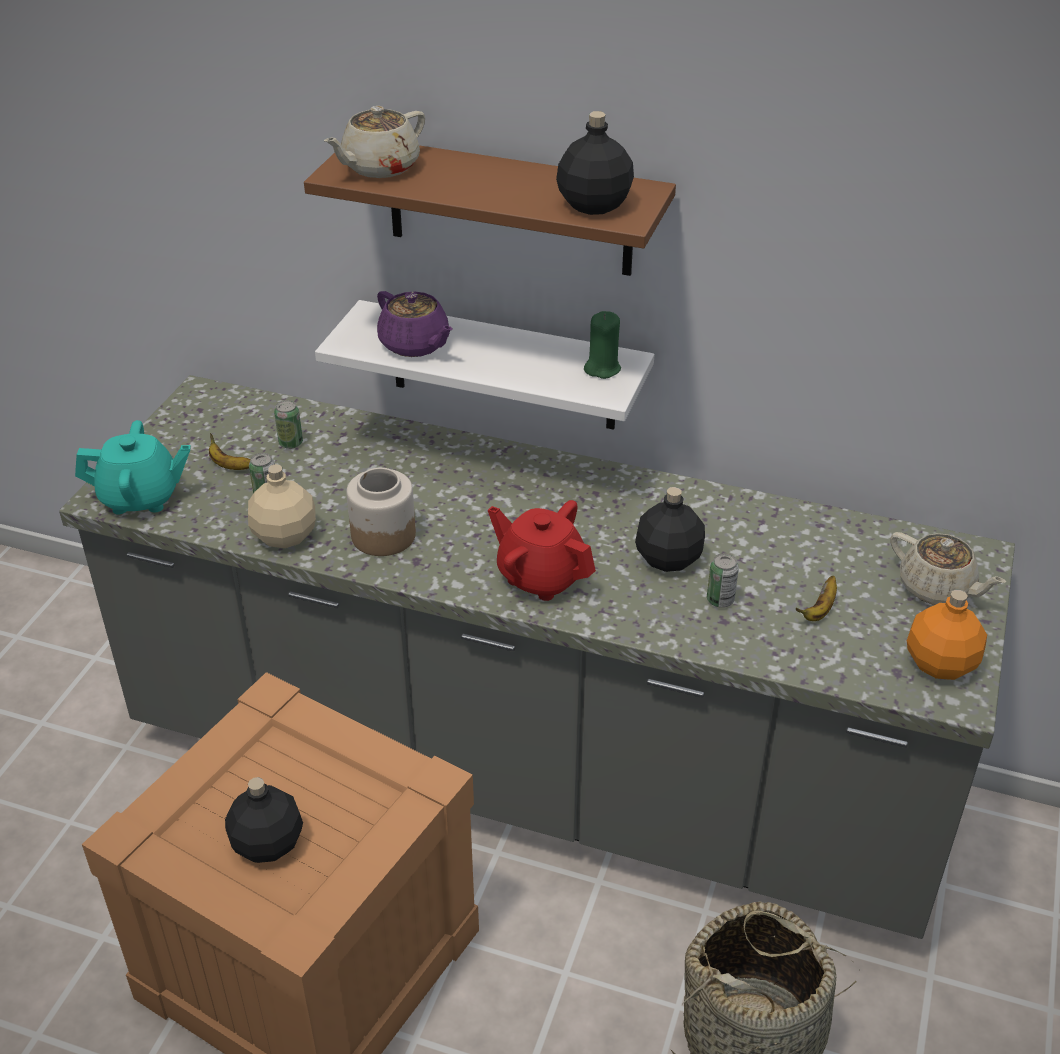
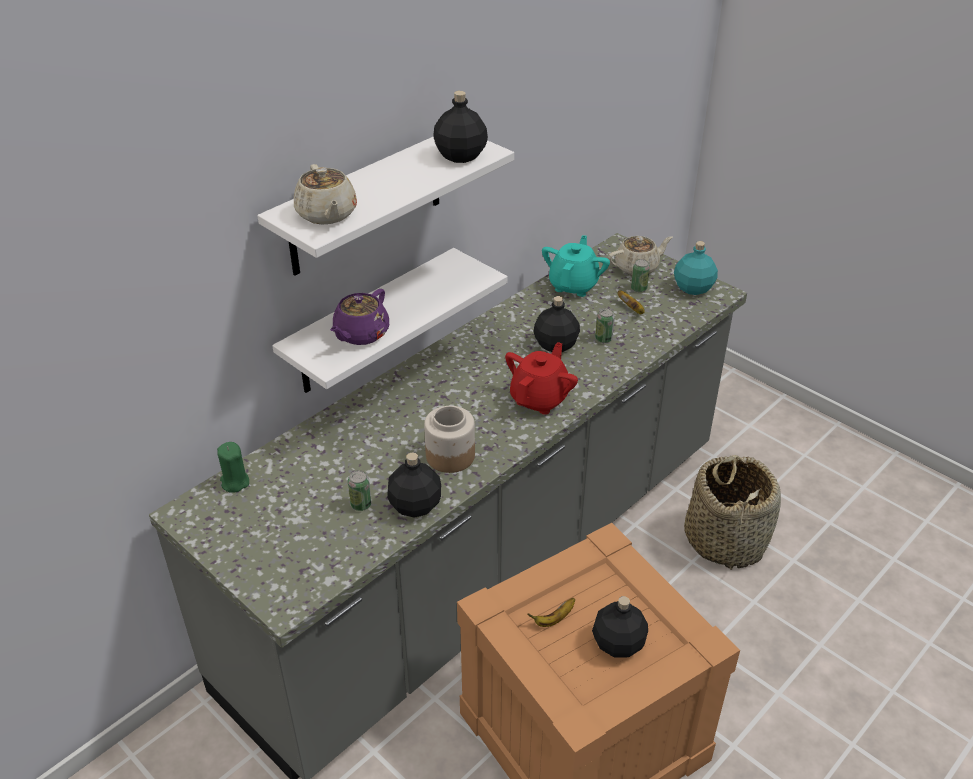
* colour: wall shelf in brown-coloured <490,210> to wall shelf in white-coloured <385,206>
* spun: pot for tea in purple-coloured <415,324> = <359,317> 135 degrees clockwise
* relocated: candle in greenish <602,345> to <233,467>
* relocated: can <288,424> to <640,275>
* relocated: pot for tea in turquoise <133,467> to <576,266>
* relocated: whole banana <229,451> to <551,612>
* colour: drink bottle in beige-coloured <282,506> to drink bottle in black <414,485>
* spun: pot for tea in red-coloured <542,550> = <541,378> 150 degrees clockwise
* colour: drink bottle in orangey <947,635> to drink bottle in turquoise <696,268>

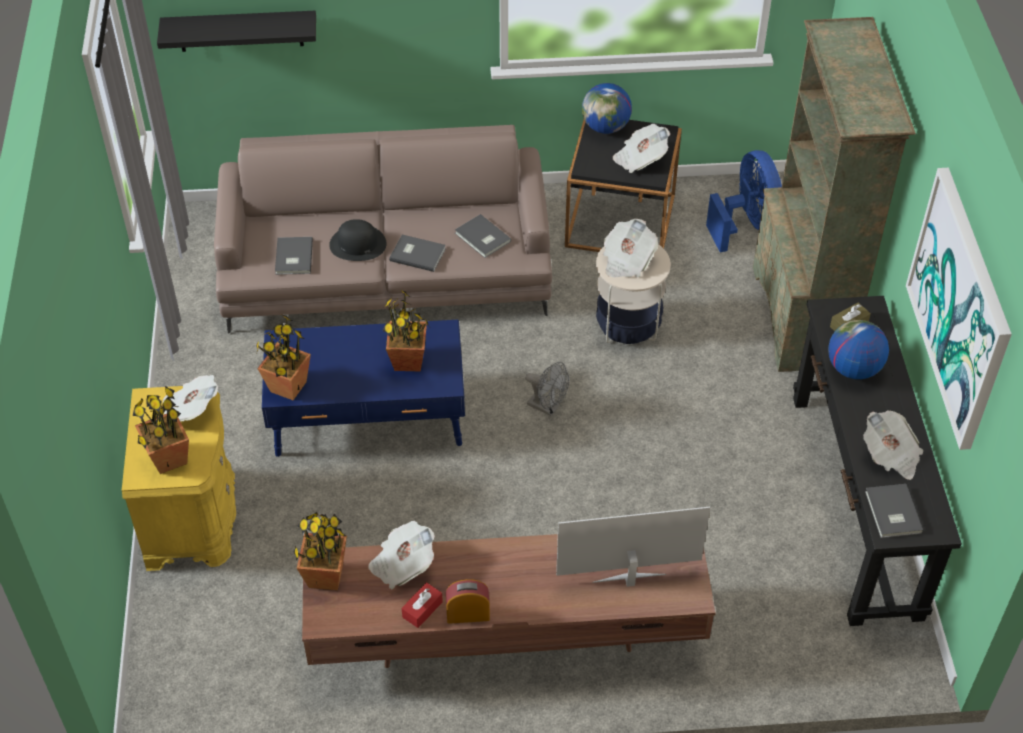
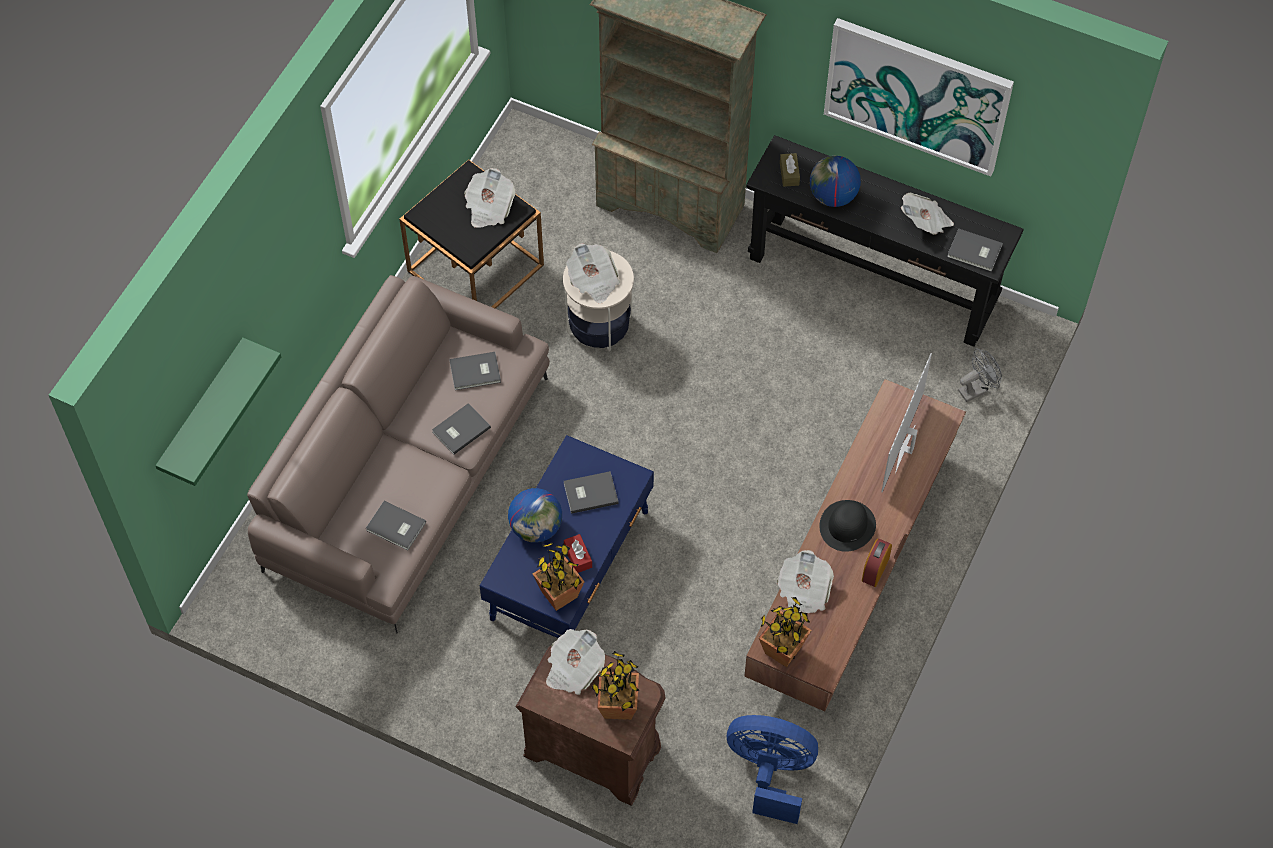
* colour: wall shelf in black <236,31> to wall shelf in greenish <218,412>
* relocated: globe <607,108> to <535,515>
* relocated: fan in blue <744,201> to <772,769>
* relocated: hat in black <358,240> to <847,526>
* exchanged: plant in a pot <405,331> to volume in greyish <591,492>
* relocated: fan in greyish <547,389> to <980,375>
* colour: night table in yellow <179,478> to night table in brown-coloured <591,725>
* relocated: box of tissues in red-coloured <422,605> to <578,553>

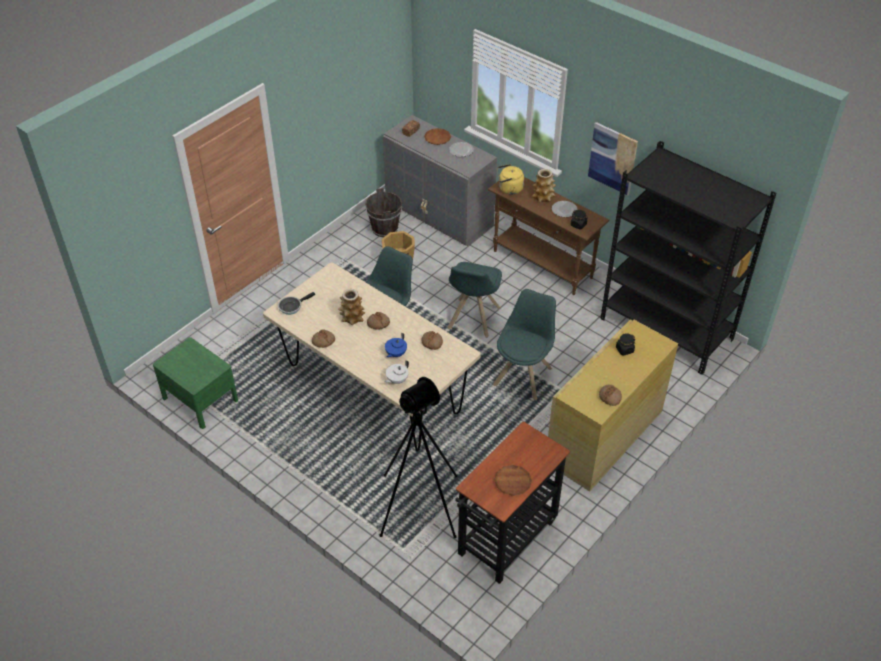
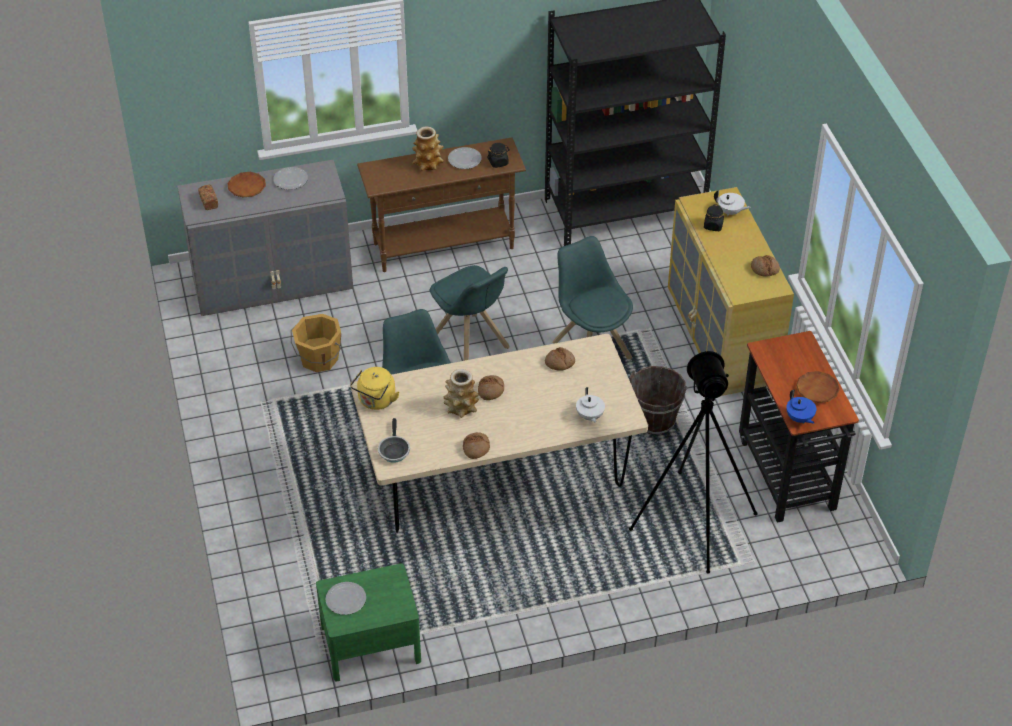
* missing: wall picture <613,158>
* relocated: kettle in yellow <510,179> to <375,388>
* relocated: bucket in brown-coloured <383,212> to <658,400>
* relocated: pot for tea in blue <396,345> to <801,407>
* appeared: pot for tea in white-coloured <732,203>
* appeared: dinner plate <346,598>

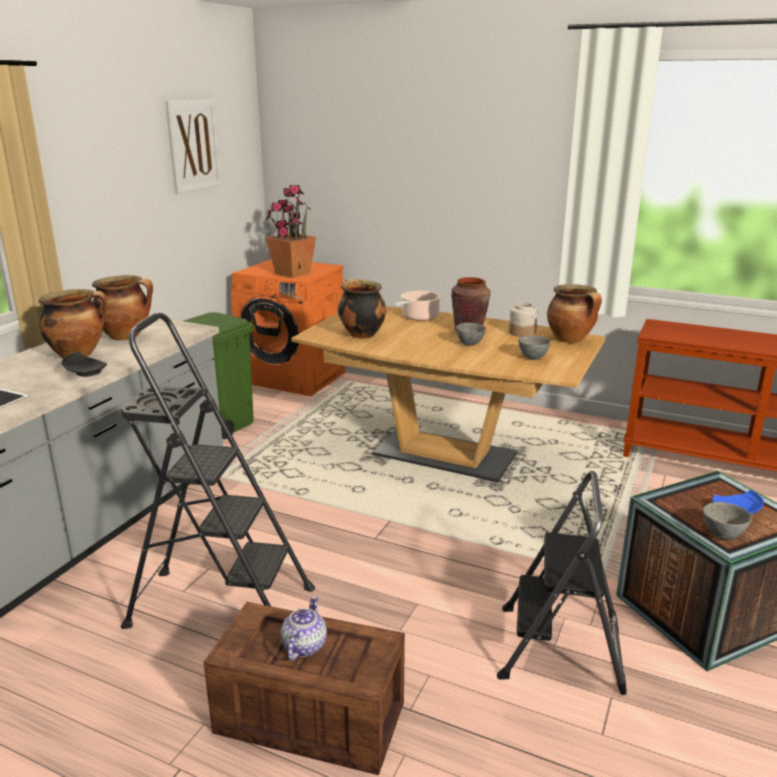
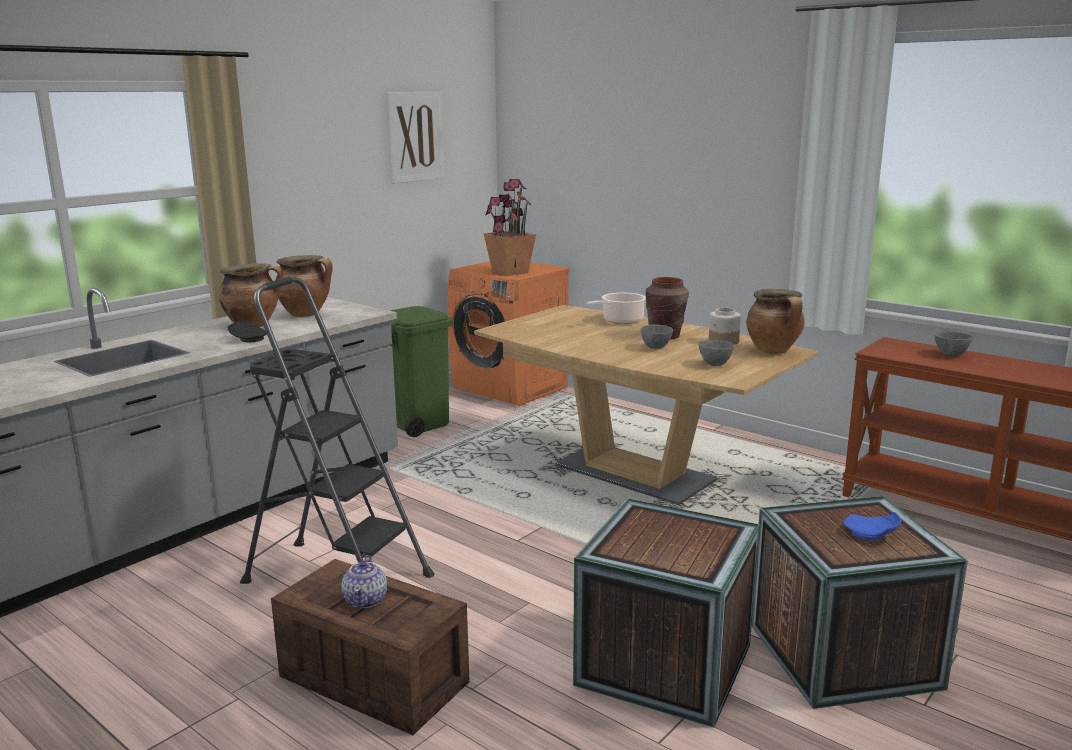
* missing: stockpot <362,309>
* exchanged: step ladder in black <561,583> to shipping crate <666,612>
* relocated: deep dish in greyish <727,521> to <953,344>
* spun: pot for tea <304,628> = <364,581> 150 degrees clockwise

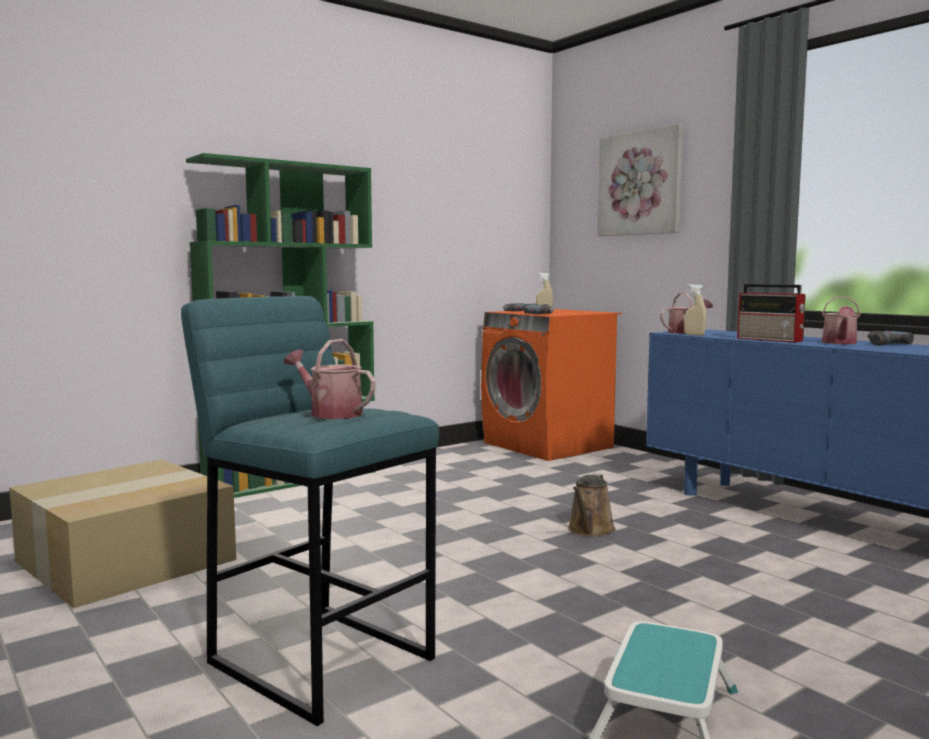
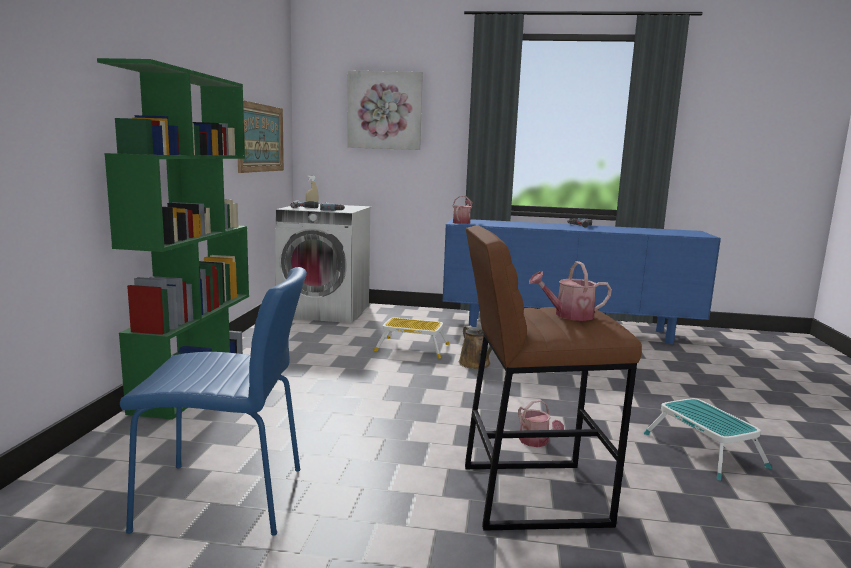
* missing: spray bottle in beige-coloured <695,310>
* missing: radio receiver <772,313>
* colour: stool seat in turquoise <310,511> to stool seat in brown-coloured <553,378>
* relocated: watering can <841,320> to <541,423>
* colour: washing machine in orangey <551,385> to washing machine in white-coloured <323,263>
* exchanged: cardboard box <122,534> to plain chair in blue <213,401>
* appeared: wall picture <261,136>
* appeared: step ladder in yellow <412,337>

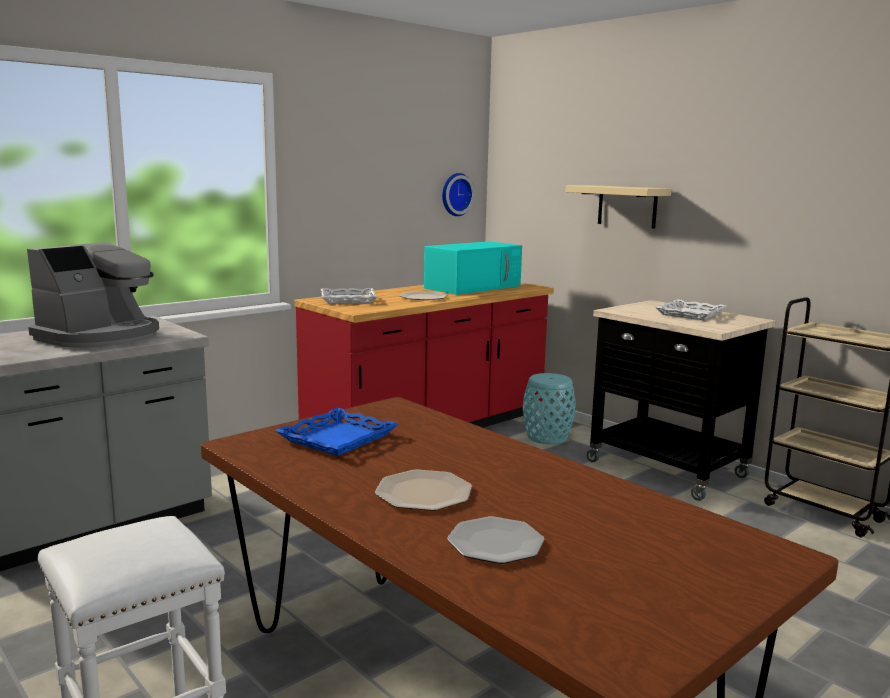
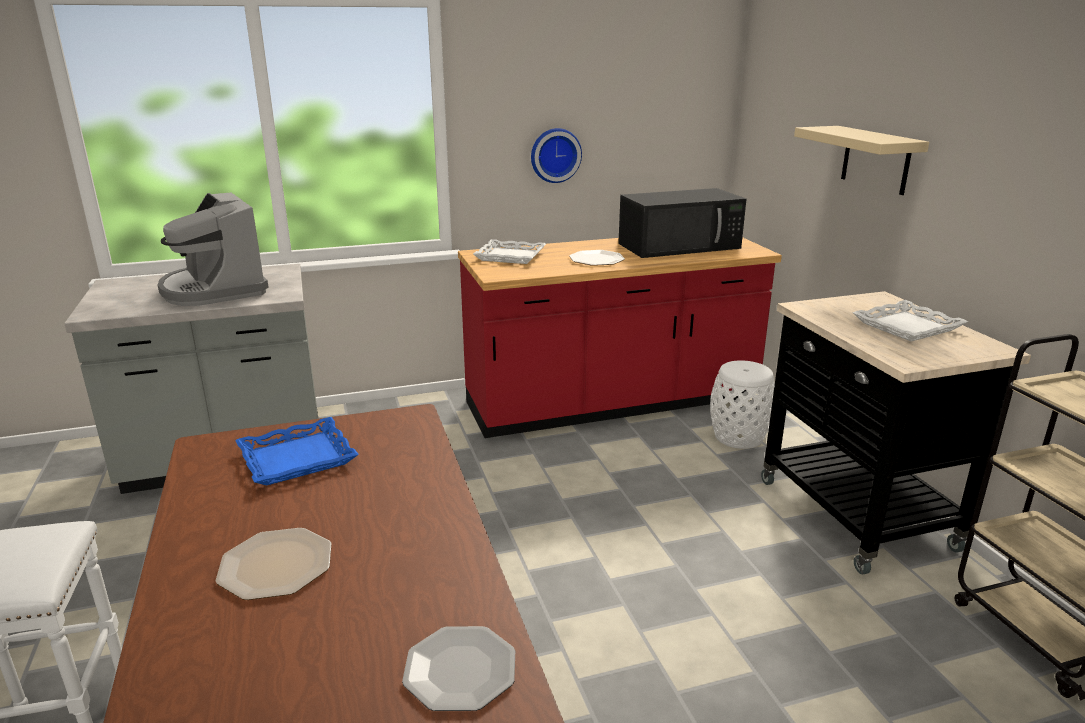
* relocated: clock on the wall <458,194> to <556,155>
* colour: microwave in turquoise <473,268> to microwave in black <682,223>
* spun: coffee maker <93,295> = <212,249> 90 degrees clockwise
* colour: stool seat in turquoise <549,408> to stool seat in white-coloured <742,404>
* relocated: dinner plate <496,540> to <458,668>

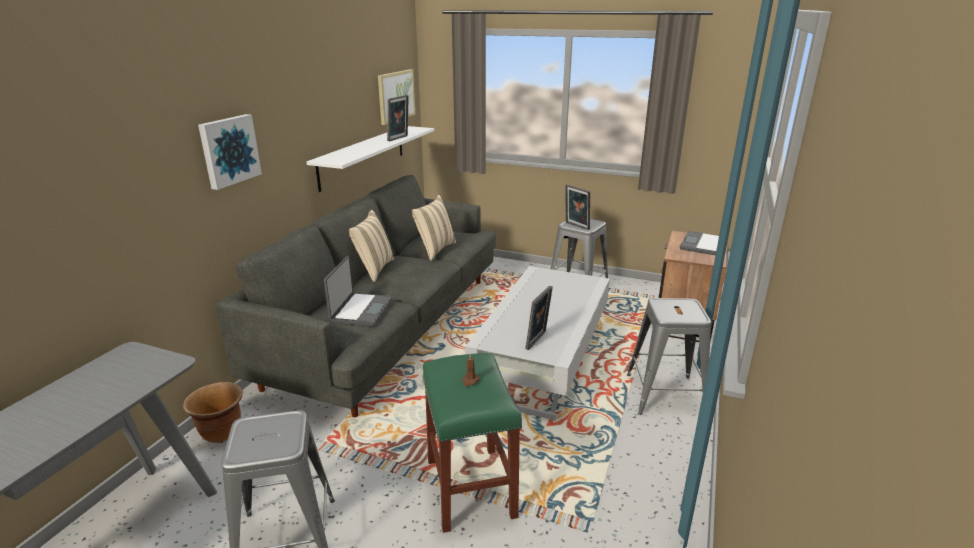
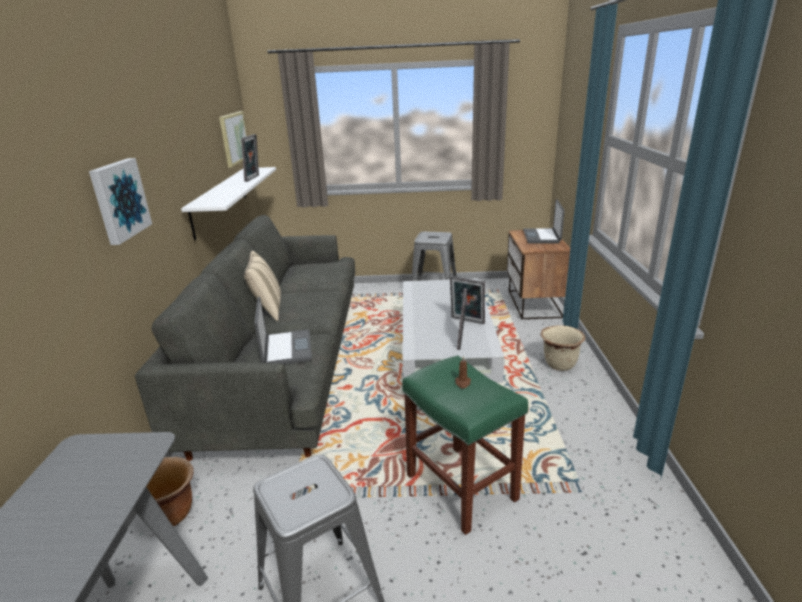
* relocated: picture frame <577,207> to <467,300>
* missing: throw pillow in beige-coloured <434,228>
* exchanged: stool seat in greyish <669,356> to plant pot in beige-coloured <563,348>

